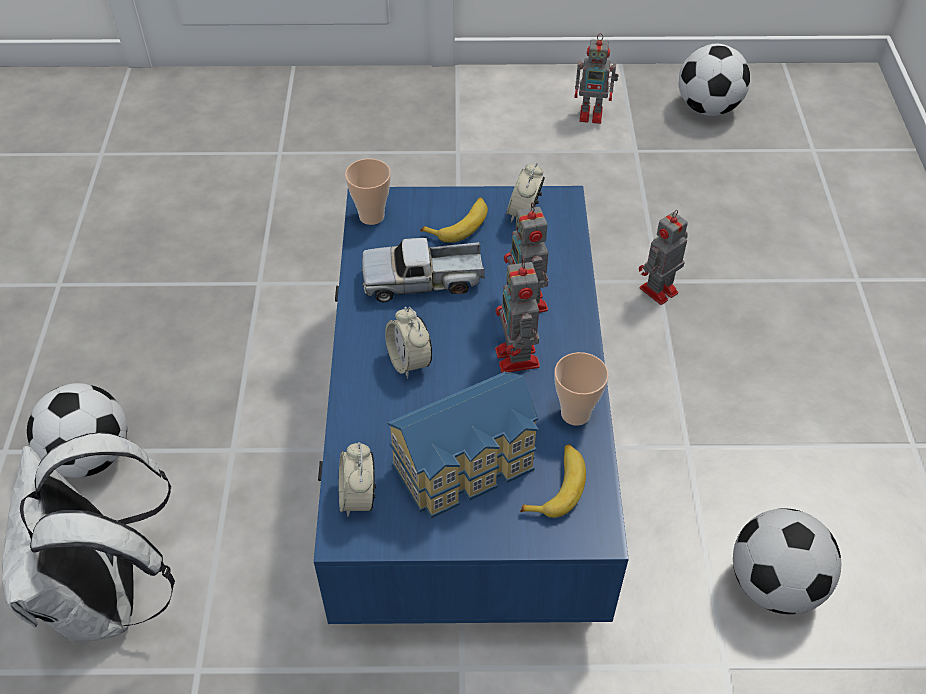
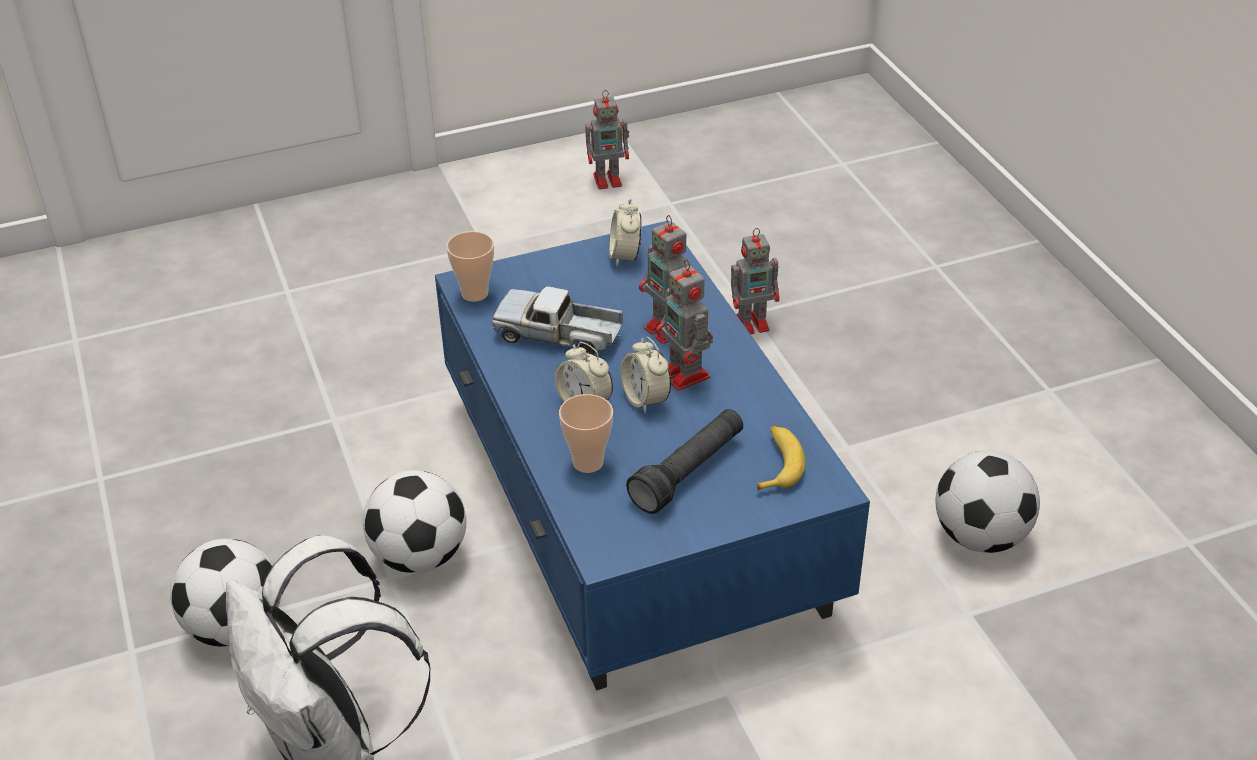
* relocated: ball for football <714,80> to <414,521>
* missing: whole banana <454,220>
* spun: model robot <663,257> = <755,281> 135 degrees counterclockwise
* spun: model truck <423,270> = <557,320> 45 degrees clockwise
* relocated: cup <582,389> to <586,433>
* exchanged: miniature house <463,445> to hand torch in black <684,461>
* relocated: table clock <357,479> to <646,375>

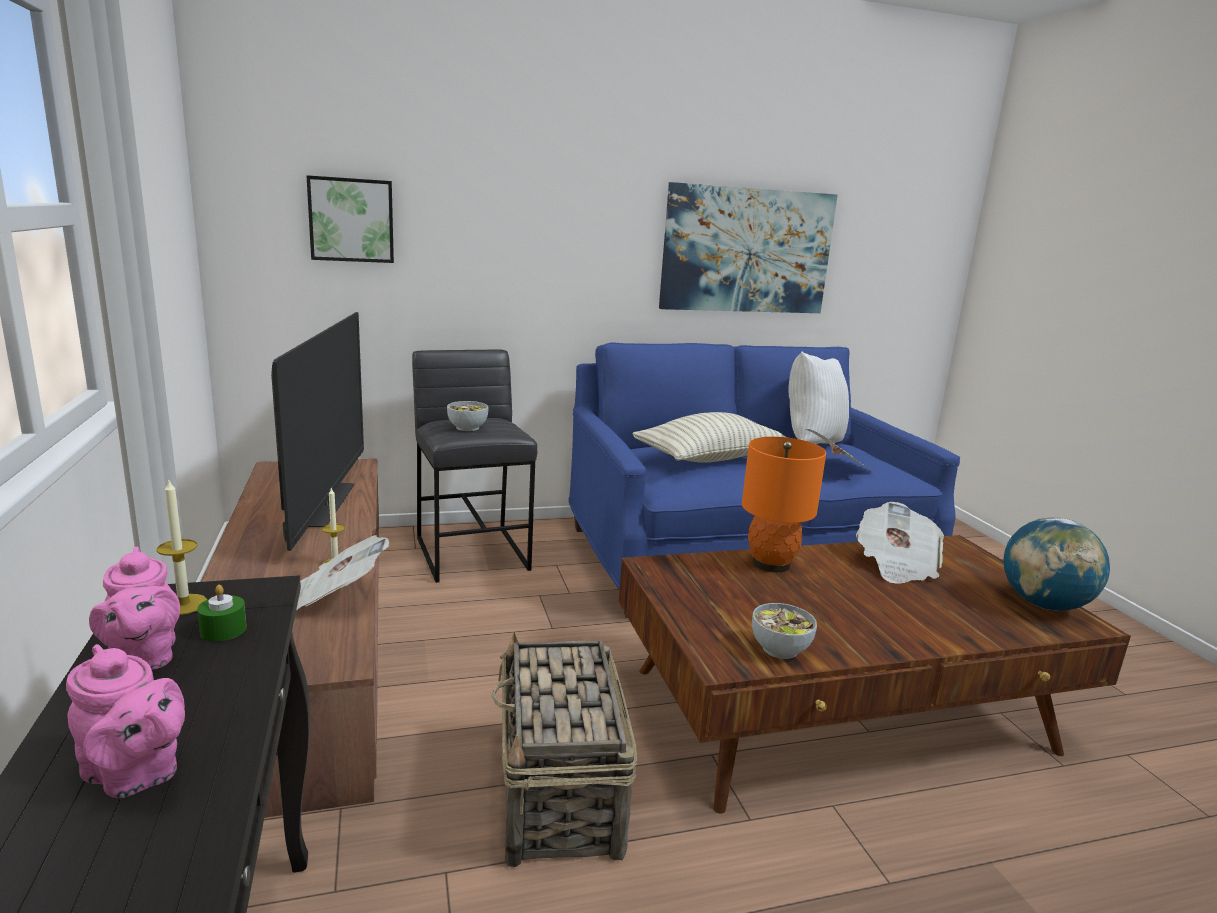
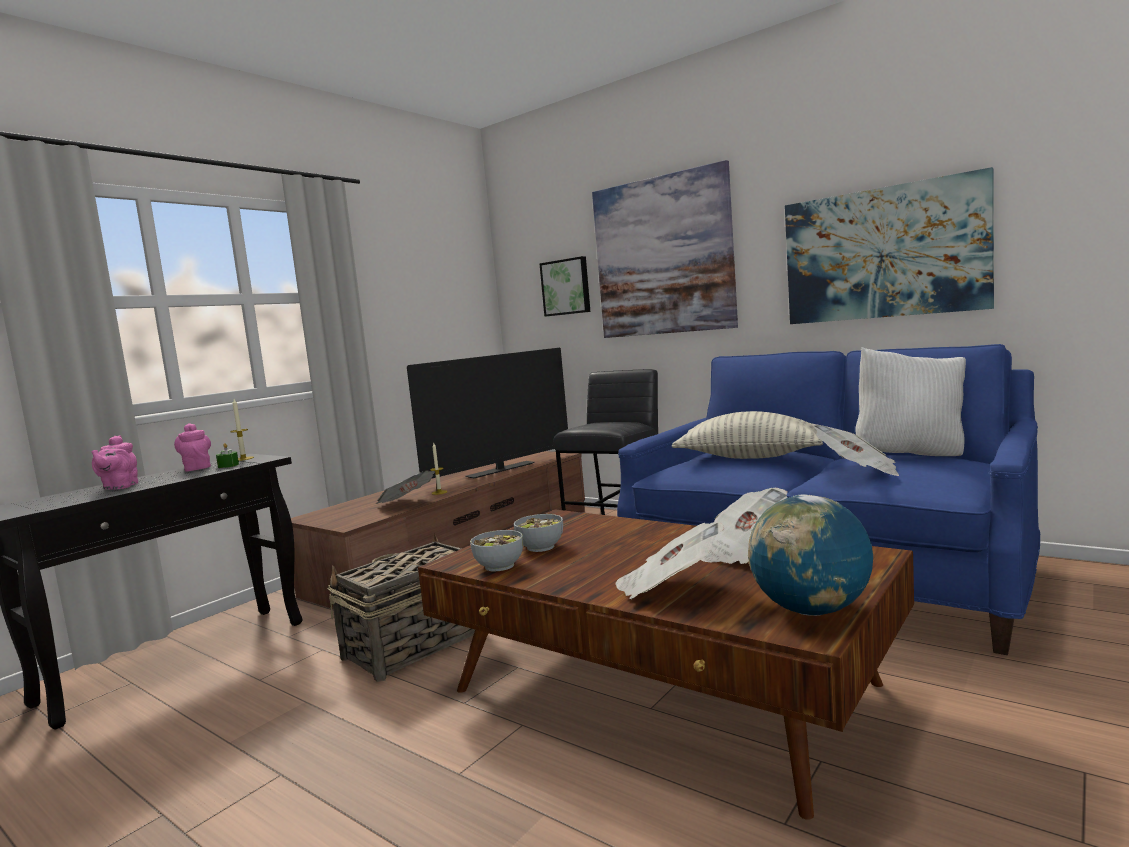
* relocated: deep dish <467,416> to <538,533>
* missing: tabletop lamp in orangey <784,504>
* spun: pot for tea in pink <134,608> = <192,447> 120 degrees clockwise
* appeared: wall picture <665,249>
* appeared: daily paper <669,560>

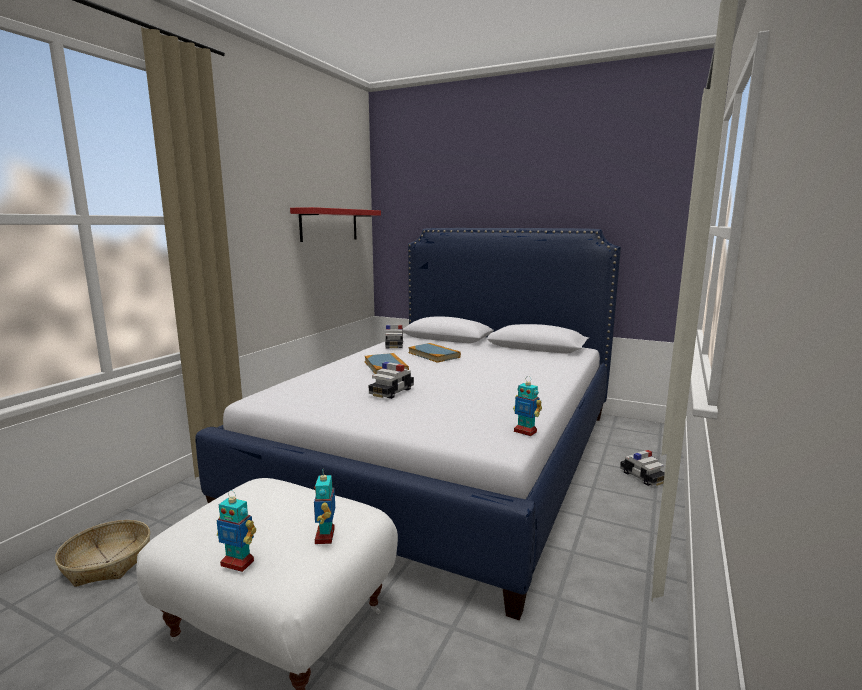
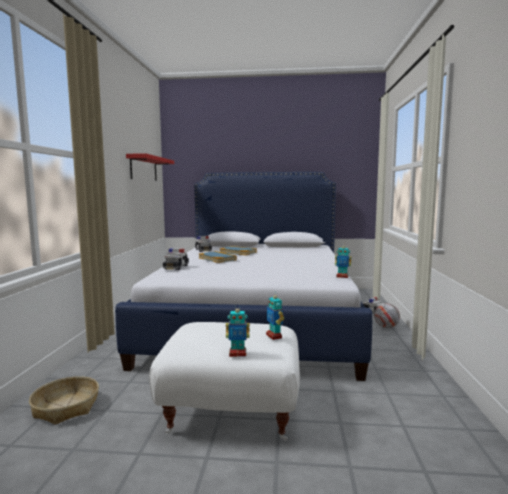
* relocated: miniature car <391,380> to <176,259>
* appeared: ball for football <387,315>

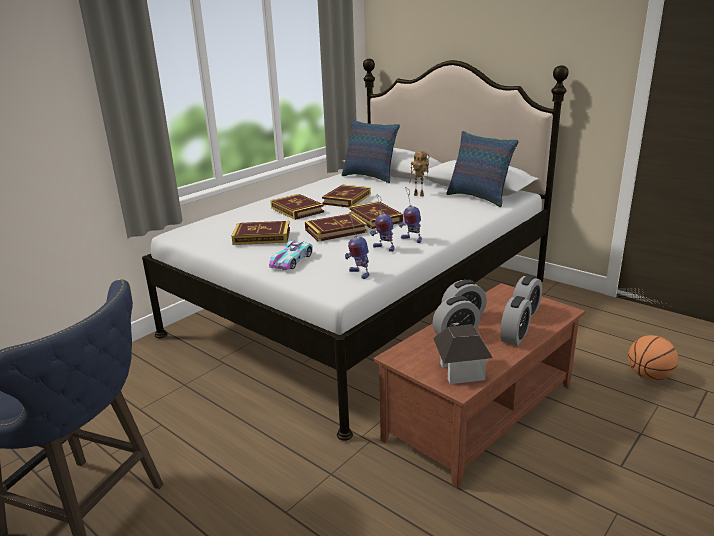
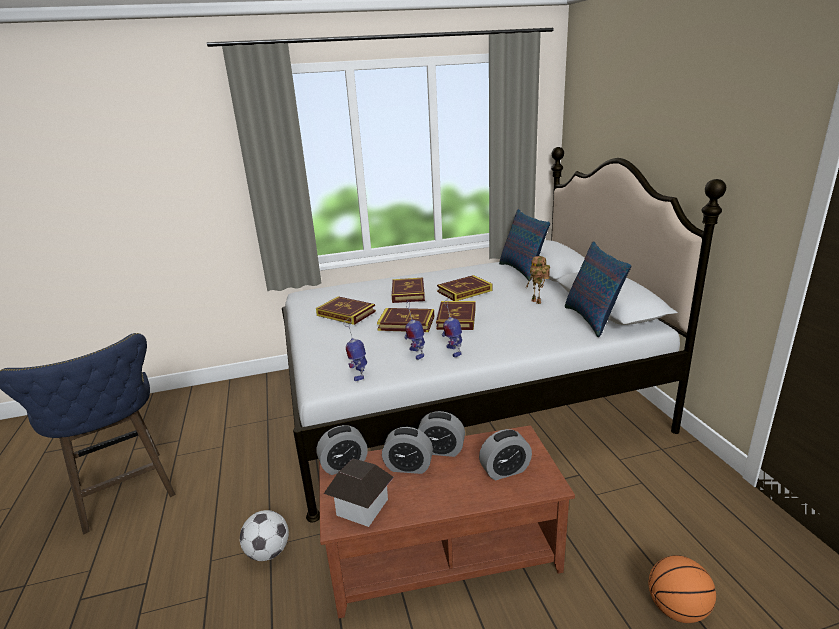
* missing: miniature car <291,255>
* relocated: table clock <516,321> to <342,450>
* appeared: ball for football <264,535>

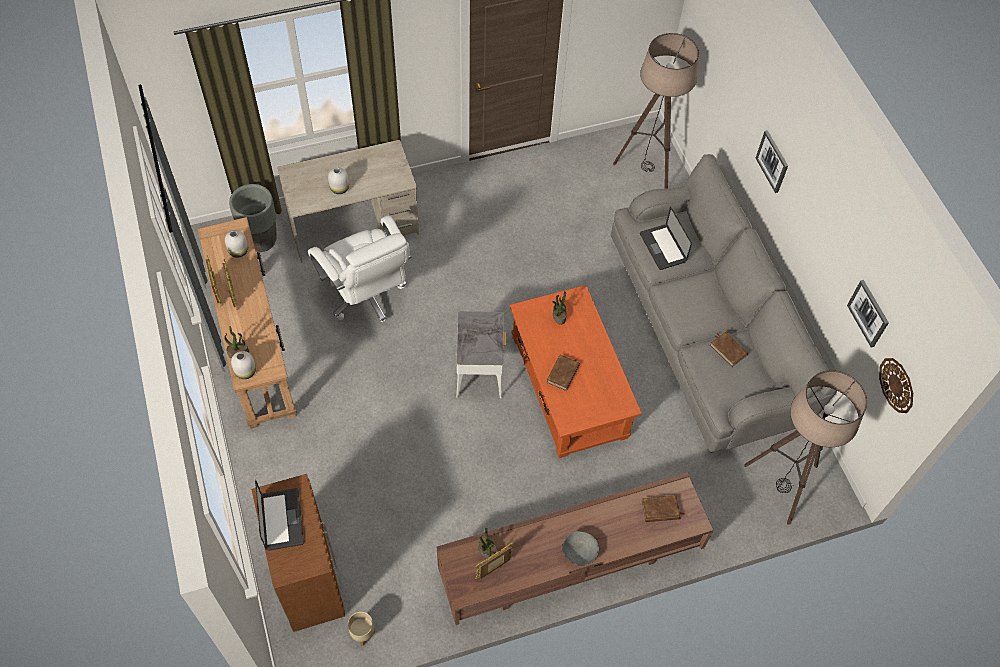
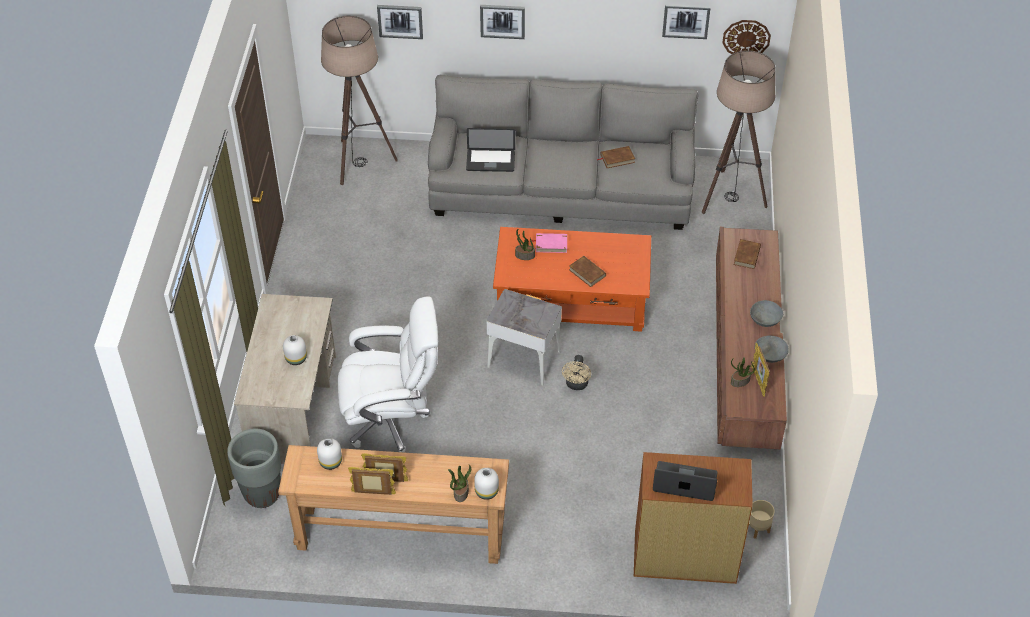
* appeared: wall picture <400,22>
* appeared: volume in pink <549,243>
* appeared: deep dish in greyish <772,349>
* appeared: fan in beige-coloured <576,372>

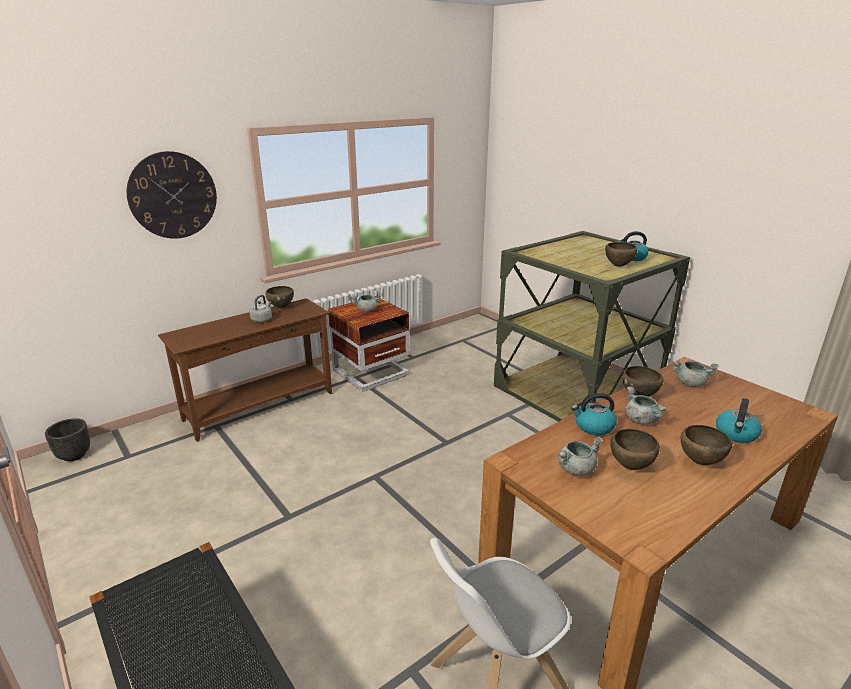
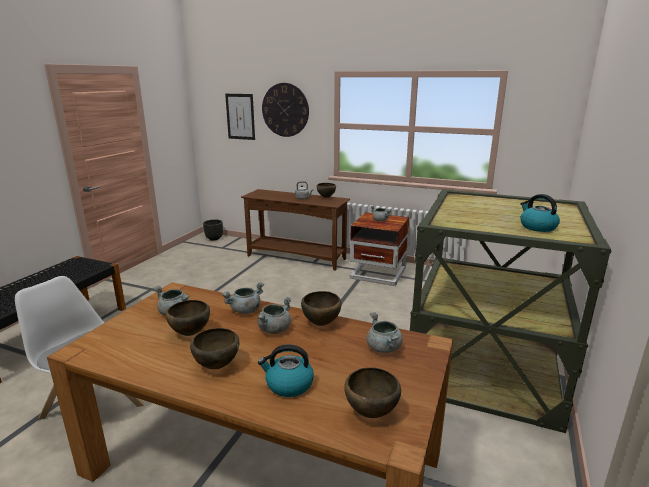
* relocated: deep dish in brown-coloured <621,254> to <372,392>
* exchanged: kettle <594,414> to stockpot in greyish <243,298>
* appeared: wall picture <240,117>

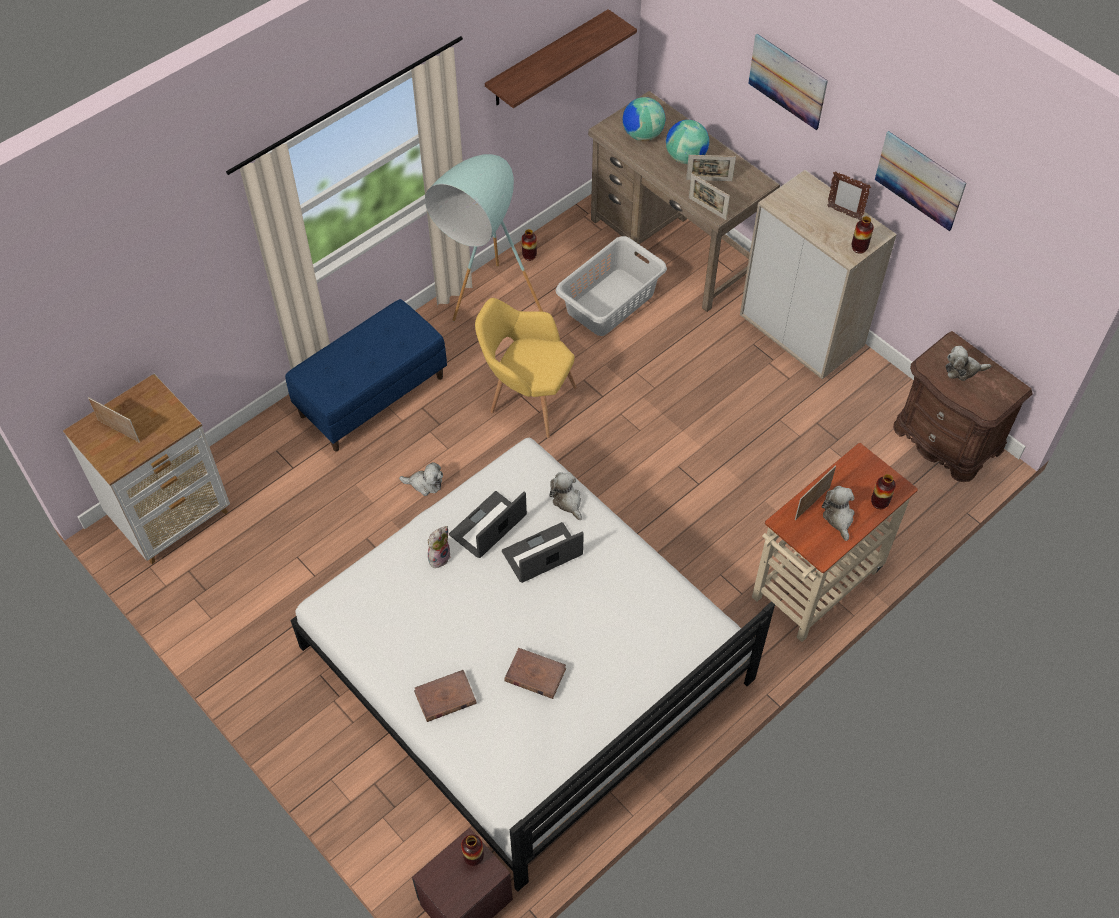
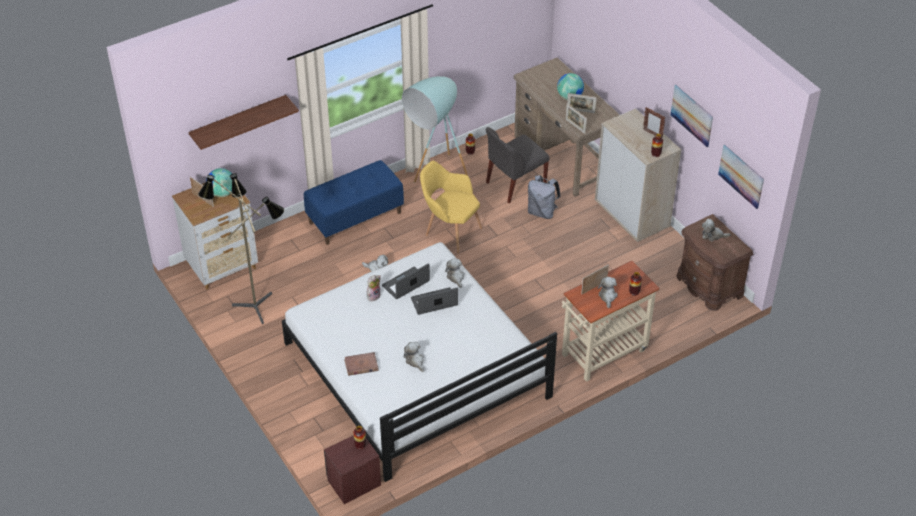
* relocated: wall shelf <561,58> to <243,122>
* relocated: wall picture <788,82> to <741,177>
* relocated: globe <644,119> to <219,182>
* exchanged: laundry basket in greyish <611,286> to plain chair in greyish <517,165>
* exchanged: volume in brown-coloured <535,673> to soft toy <414,357>
* appeared: standard lamp <241,248>
* appeared: knapsack in greyish <544,197>

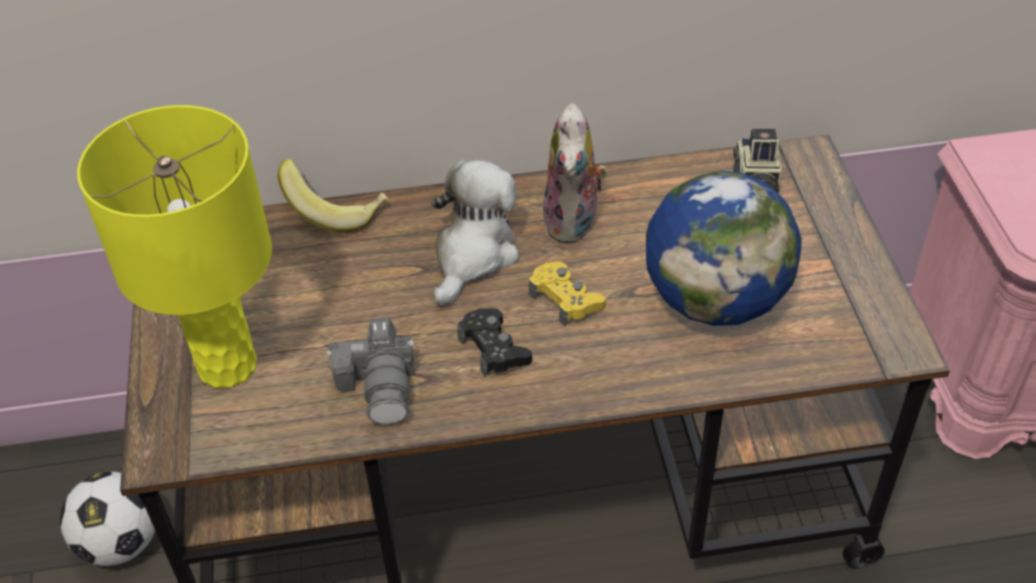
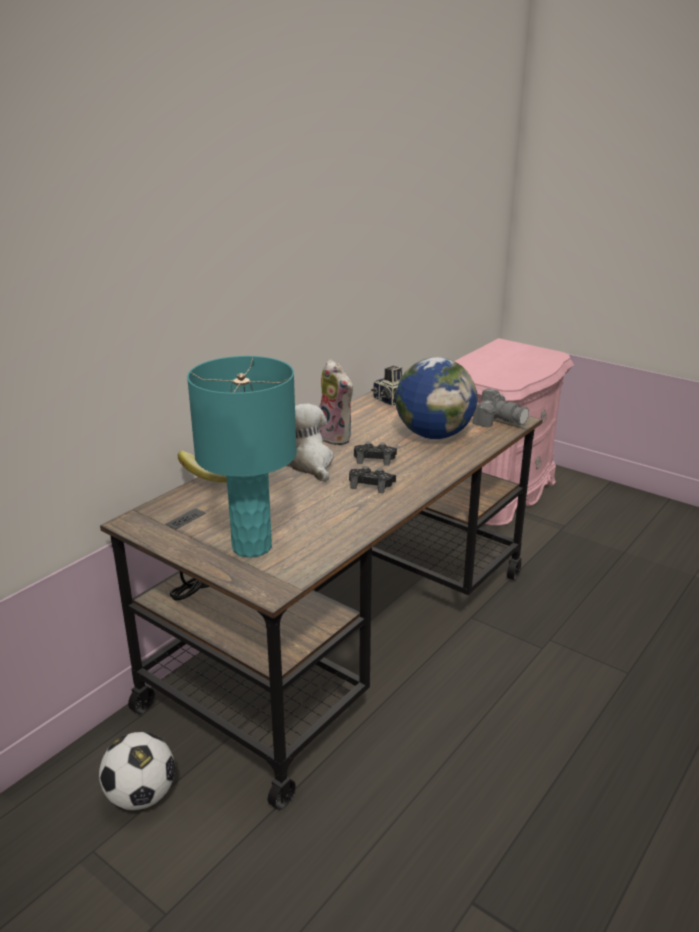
* colour: tabletop lamp in yellow <174,246> to tabletop lamp in turquoise <242,457>
* colour: joypad in yellow <567,293> to joypad in black <375,454>
* relocated: photo camera <371,371> to <501,407>

